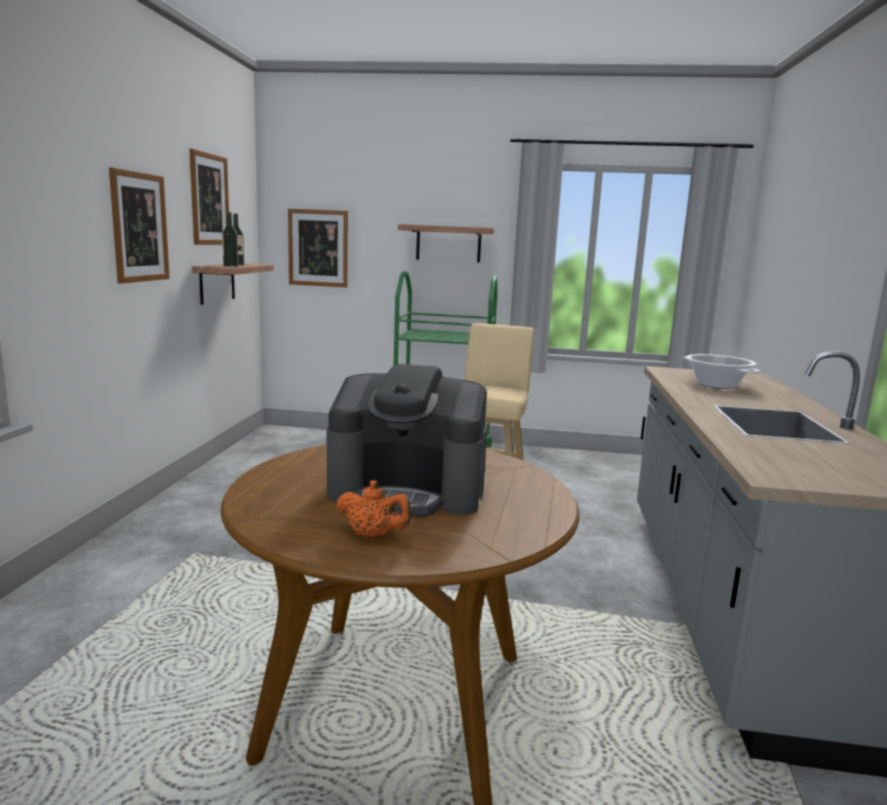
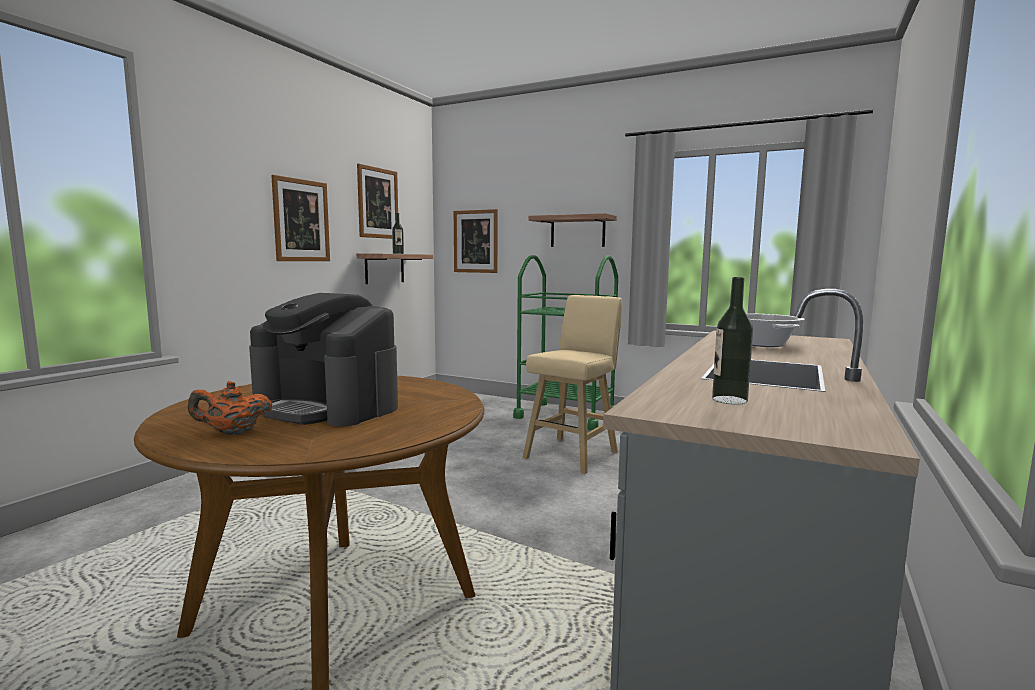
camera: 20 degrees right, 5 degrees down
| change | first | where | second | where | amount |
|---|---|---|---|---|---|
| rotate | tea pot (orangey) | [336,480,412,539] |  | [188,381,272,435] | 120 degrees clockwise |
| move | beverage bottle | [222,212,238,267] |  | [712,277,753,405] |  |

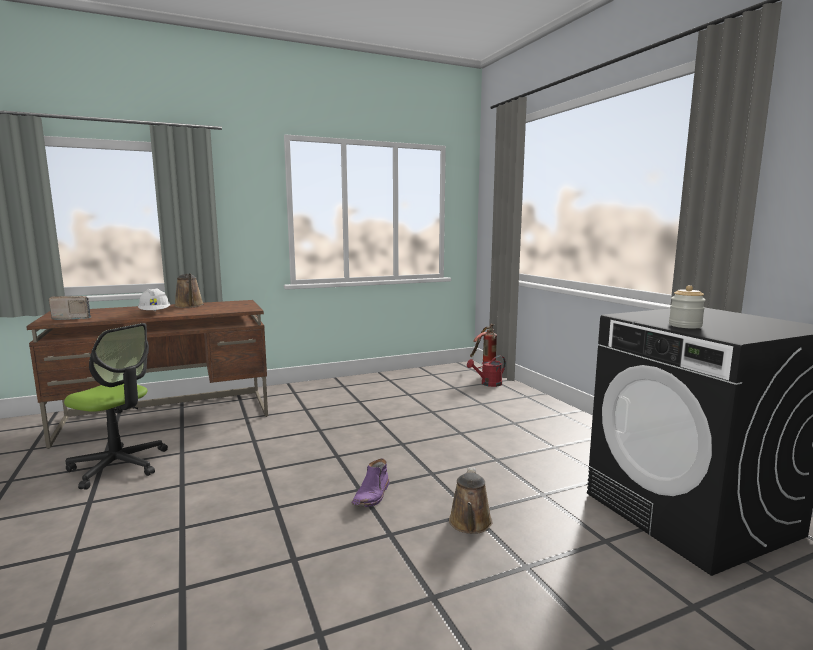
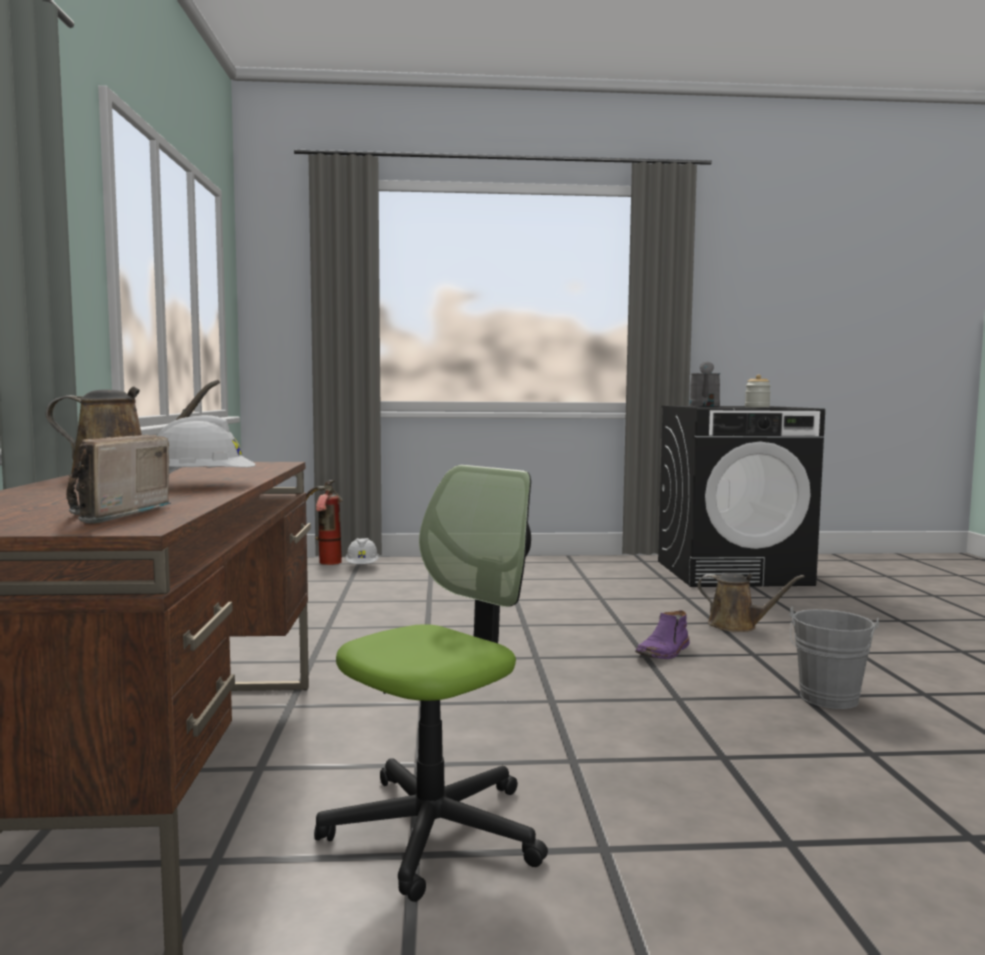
camera: 70 degrees left, 5 degrees down
| change | first | where | second | where | amount |
|---|---|---|---|---|---|
| replace | sprinkling can (reddish) | [467,356,506,387] | safety helmet (white) | [345,538,380,564] |  |
| rotate | boot (purple-coloured) | [352,458,389,507] |  | [635,610,690,659] | 90 degrees clockwise |
| insert |  |  | sprinkling can (gray) | [689,362,720,406] |  |
| insert |  |  | bucket (gray) | [790,606,879,709] |  |

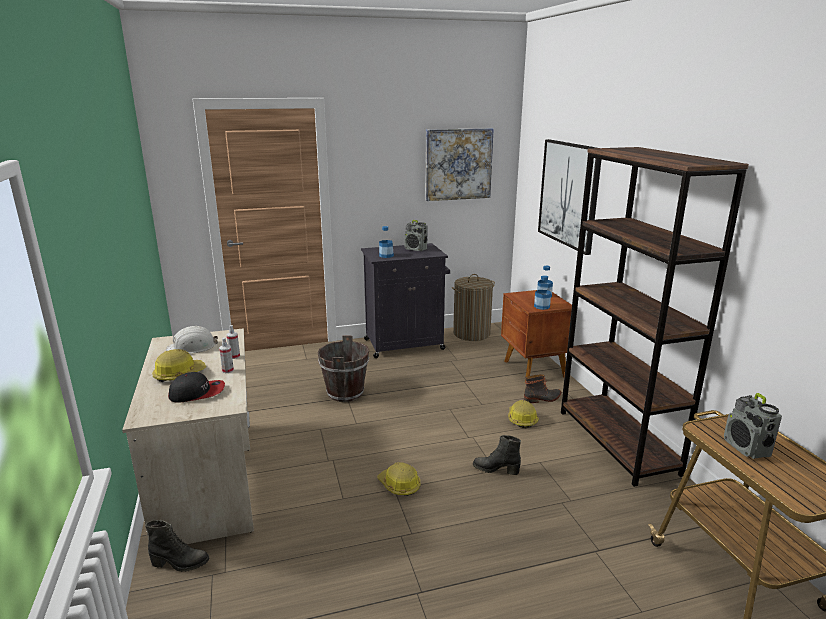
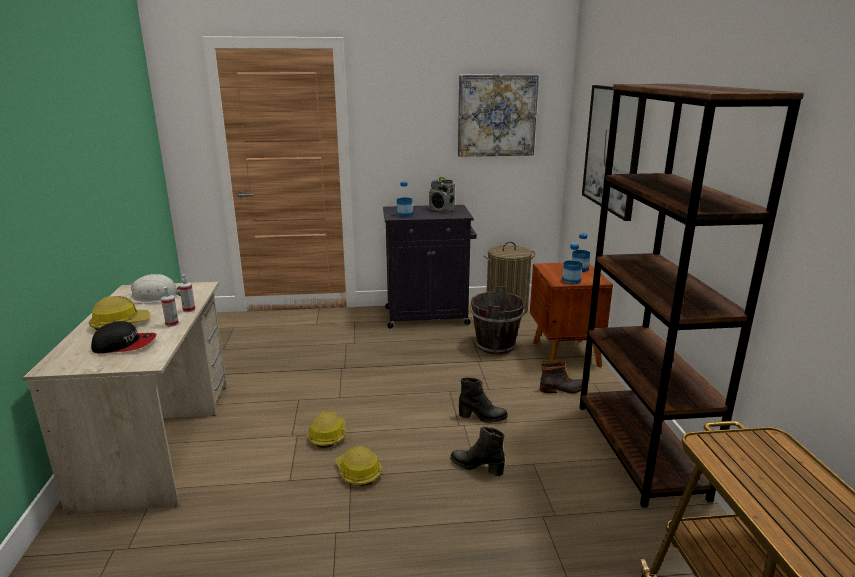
camera: 10 degrees right, 0 degrees up
| change | first | where | second | where | amount |
|---|---|---|---|---|---|
| move | safety helmet | [508,400,539,428] |  | [307,411,346,448] |  |
| move | boot (black) | [145,520,209,572] |  | [459,378,508,423] |  |
| move | bucket (brown) | [318,335,369,402] |  | [471,286,525,355] |  |
| delete | radio receiver | [724,393,782,459] |  |  |  |

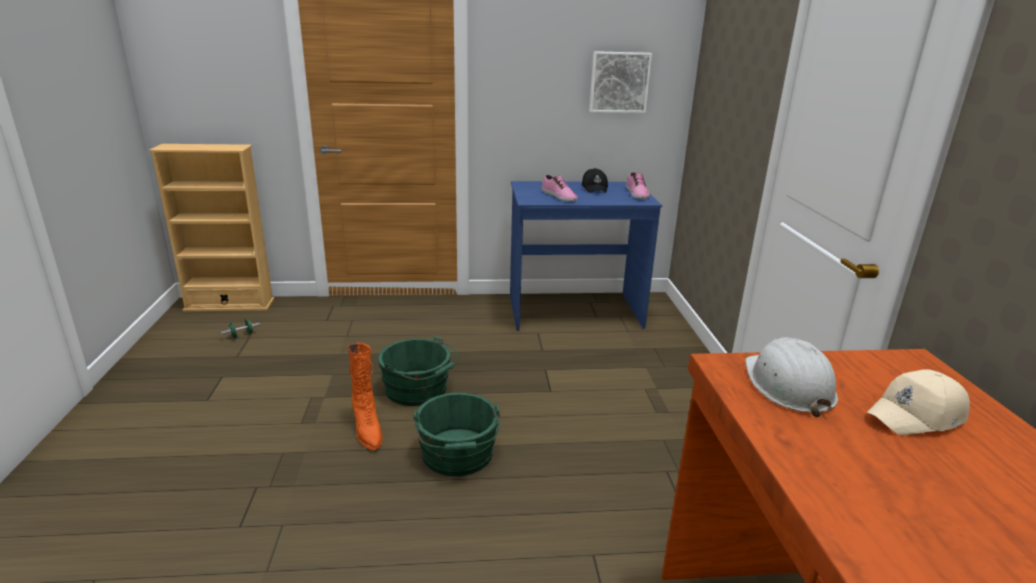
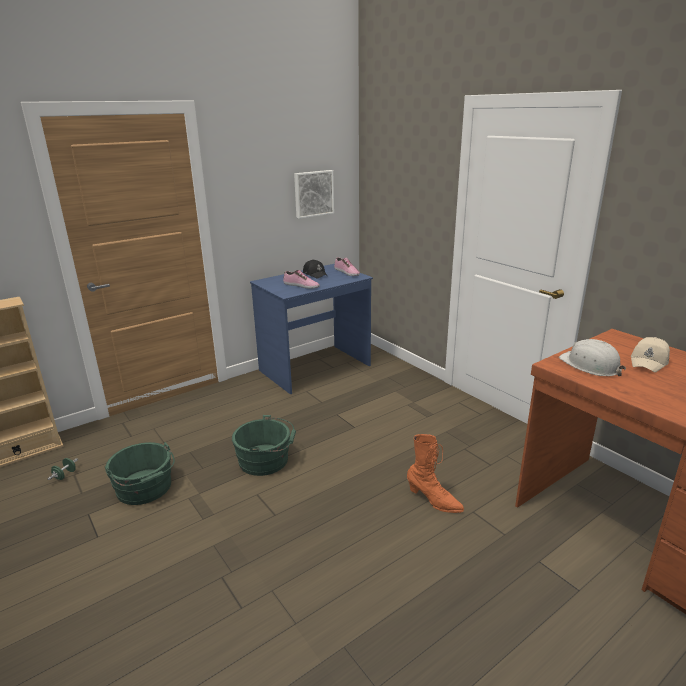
camera: 30 degrees left, 0 degrees up
| change | first | where | second | where | amount |
|---|---|---|---|---|---|
| move | bucket (greenish) | [413,393,500,476] |  | [104,442,175,505] |  |
| move | boot (orangey) | [348,343,383,450] |  | [407,434,464,513] |  |

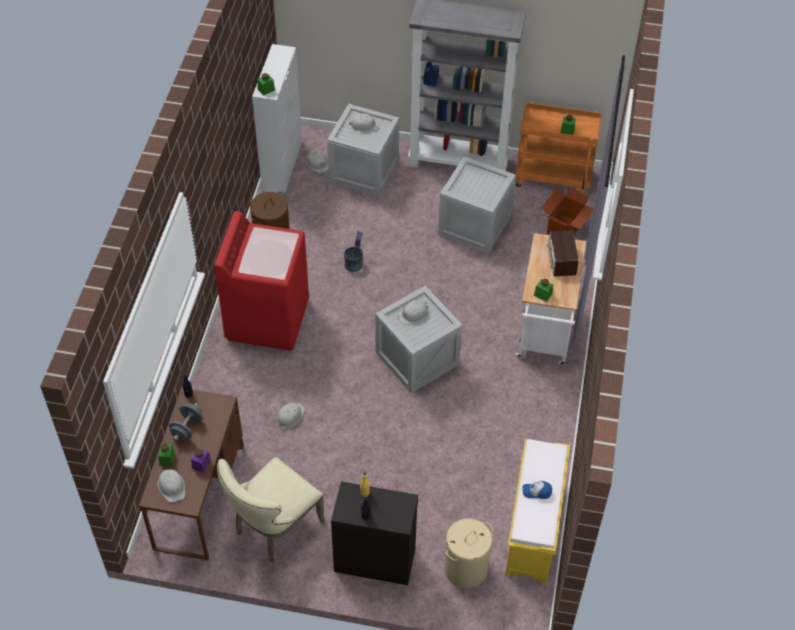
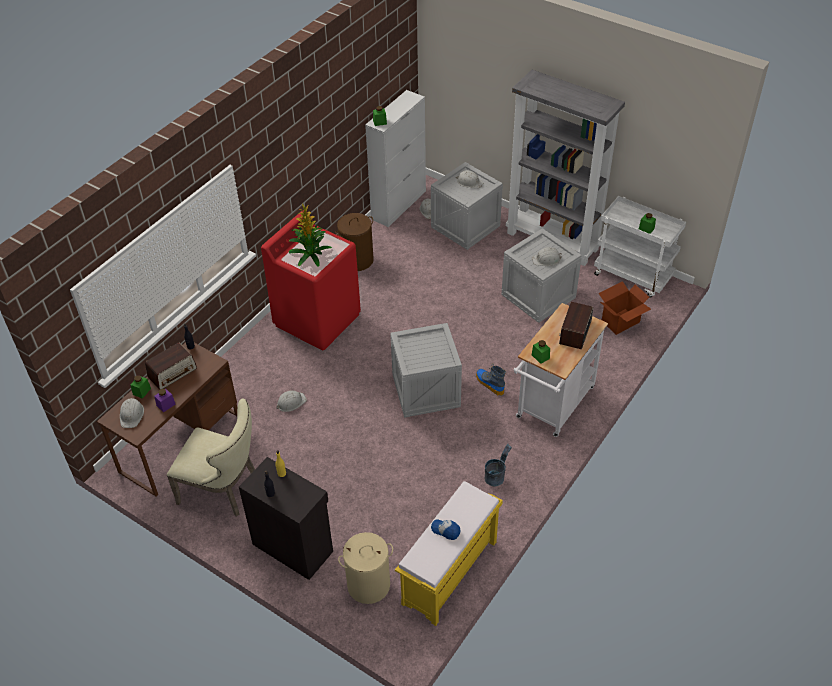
camera: 25 degrees right, 5 degrees down
| change | first | where | second | where | amount |
|---|---|---|---|---|---|
| replace | free weight (gray) | [169,403,203,441] | radio receiver | [145,343,197,390] |  |
| rotate | plain chair (beige-coloured) | [217,457,325,563] |  | [167,399,255,517] | 135 degrees counterclockwise |
| insert |  |  | plant in a pot | [289,204,332,267] |  |
| insert |  |  | boot | [476,363,506,396] |  |
| move | bucket (gray) | [344,230,363,272] |  | [485,444,512,486] |  |
| move | safety helmet (white) | [397,300,428,325] |  | [532,247,562,266] |  |
| recolor | wheeled cart (orangey) | [515,102,602,194] | wheeled cart (white) | [594,196,686,298] |  |

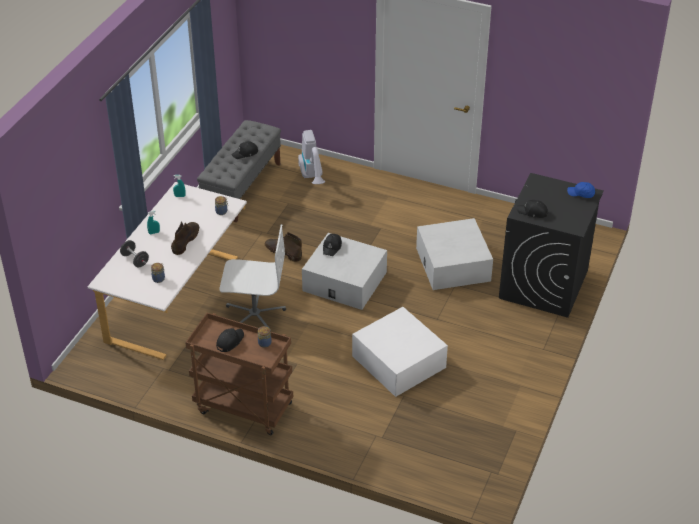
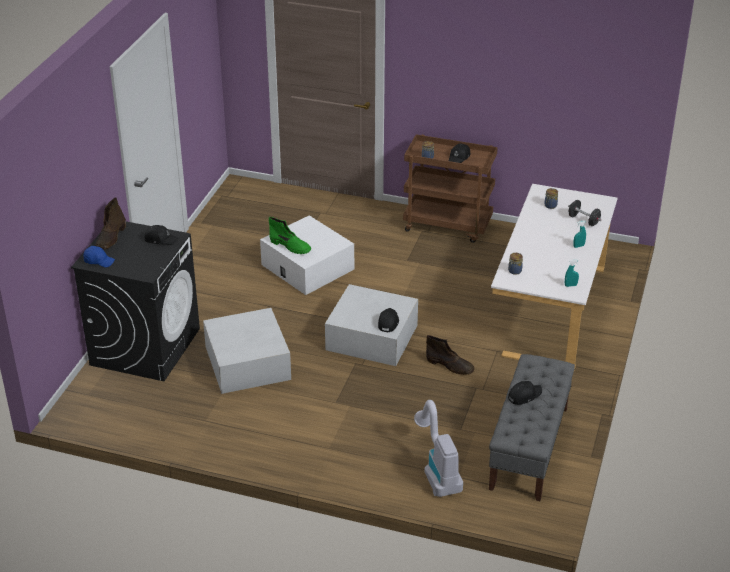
camera: 175 degrees right, 5 degrees down
| change | first | where | second | where | amount |
|---|---|---|---|---|---|
| move | boot (brown) | [171,221,199,255] |  | [95,197,126,250] |  |
| insert |  |  | boot (greenish) | [269,217,311,254] |  |
| delete | desk chair (white) | [219,224,286,331] |  |  |  |

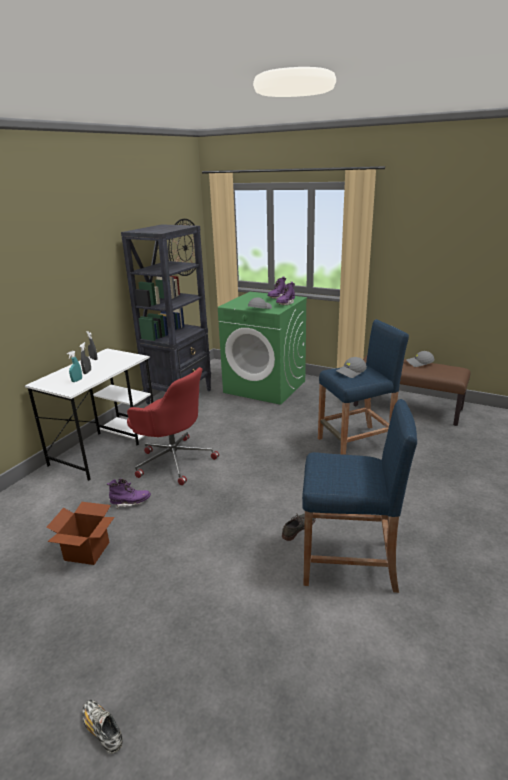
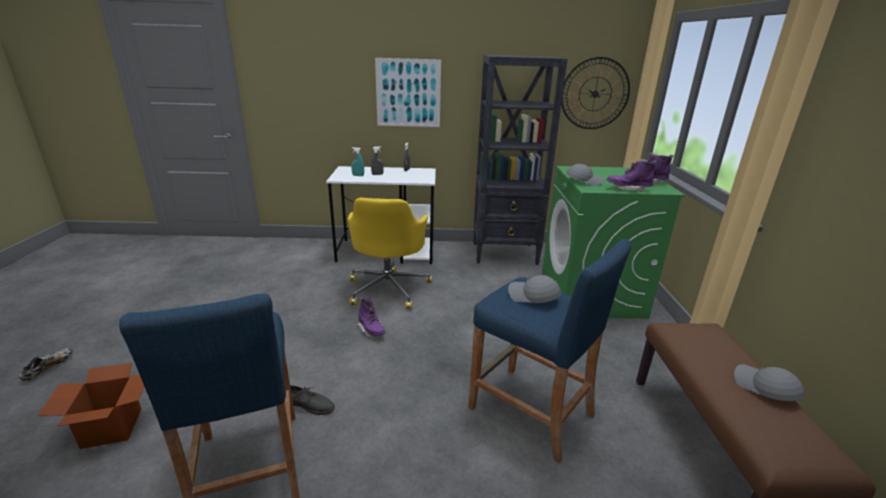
camera: 60 degrees right, 0 degrees up
| change | first | where | second | where | amount |
|---|---|---|---|---|---|
| move | carton | [46,502,115,565] |  | [38,363,144,449] |  |
| recolor | desk chair (reddish) | [127,367,219,485] | desk chair (yellowish) | [348,198,432,309] |  |
| move | boot (purple-coloured) | [107,478,151,509] |  | [357,297,386,336] |  |
| insert |  |  | wall art | [375,58,441,127] |  |

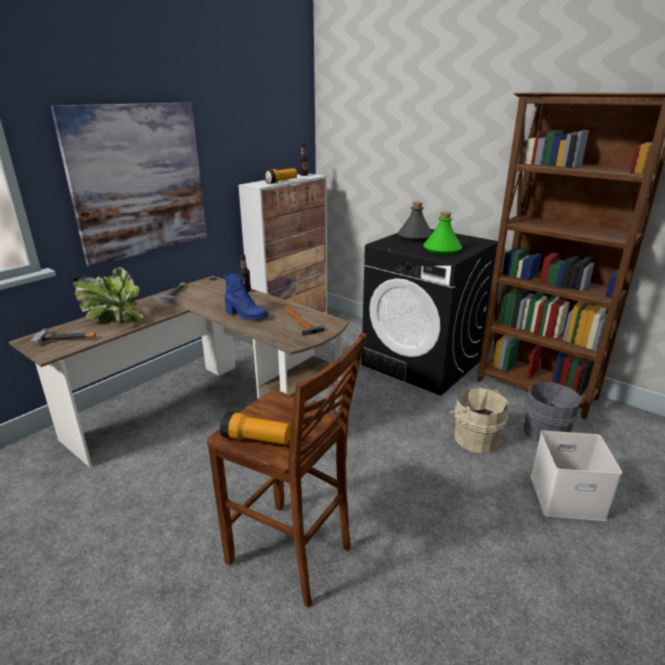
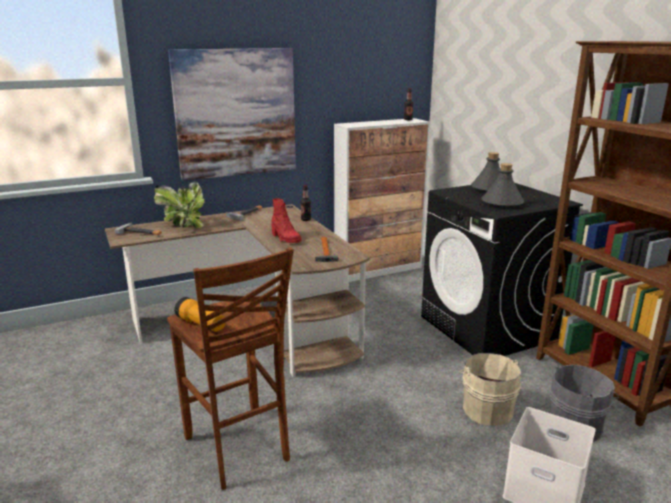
camera: 25 degrees right, 5 degrees down
| change | first | where | second | where | amount |
|---|---|---|---|---|---|
| recolor | boot (blue) | [224,273,268,321] | boot (reddish) | [271,198,302,243] |  |
| recolor | beverage bottle (greenish) | [423,211,462,255] | beverage bottle (gray) | [482,163,524,209] |  |
| delete | hand torch | [264,168,297,184] |  |  |  |

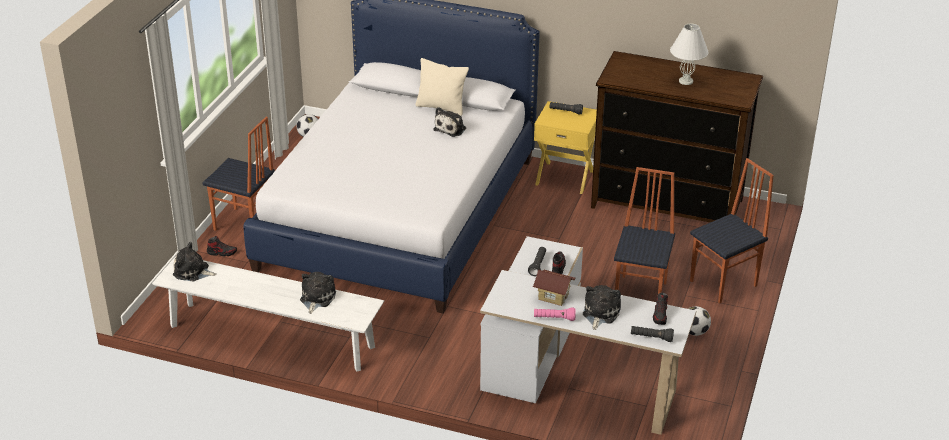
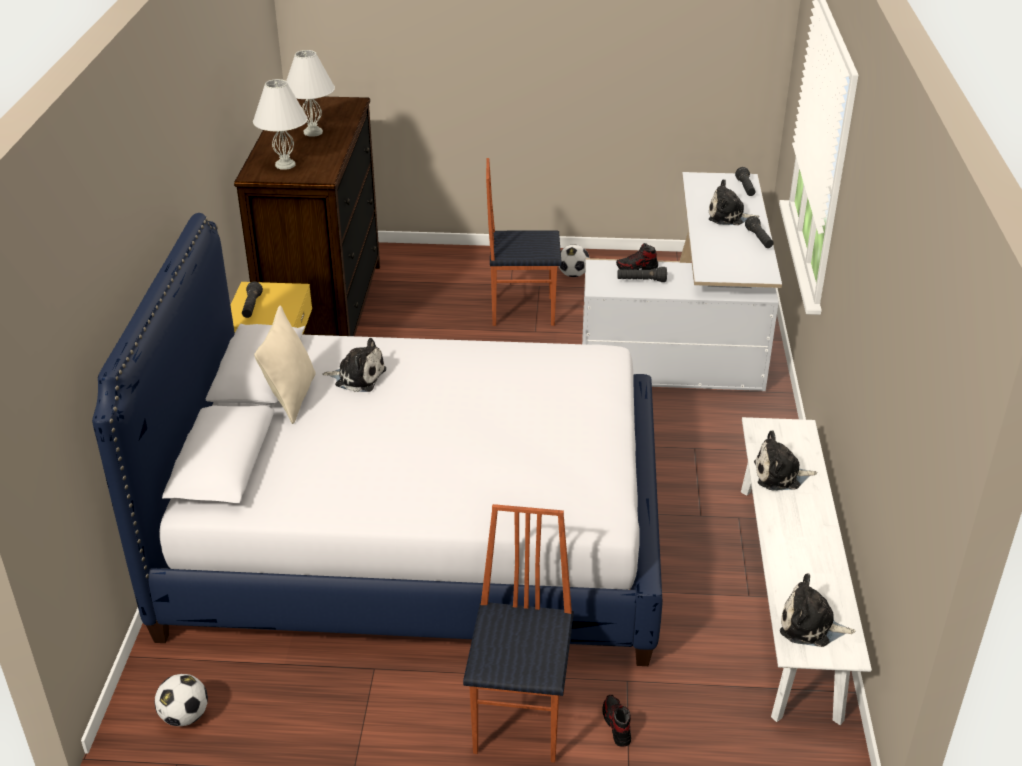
camera: 105 degrees left, 0 degrees up
| change | first | where | second | where | amount |
|---|---|---|---|---|---|
| insert |  |  | lamp for a table (white) | [253,79,308,170] |  |
| recolor | hand torch (pink) | [534,308,576,321] | hand torch (black) | [745,216,774,248] |  |
| rotate | plush toy | [173,242,217,281] |  | [780,573,856,647] | 105 degrees clockwise |
| delete | toy house | [533,270,576,306] |  |  |  |
| delete | shoe | [653,292,668,325] |  |  |  |
| delete | plain chair | [690,158,774,304] |  |  |  |

